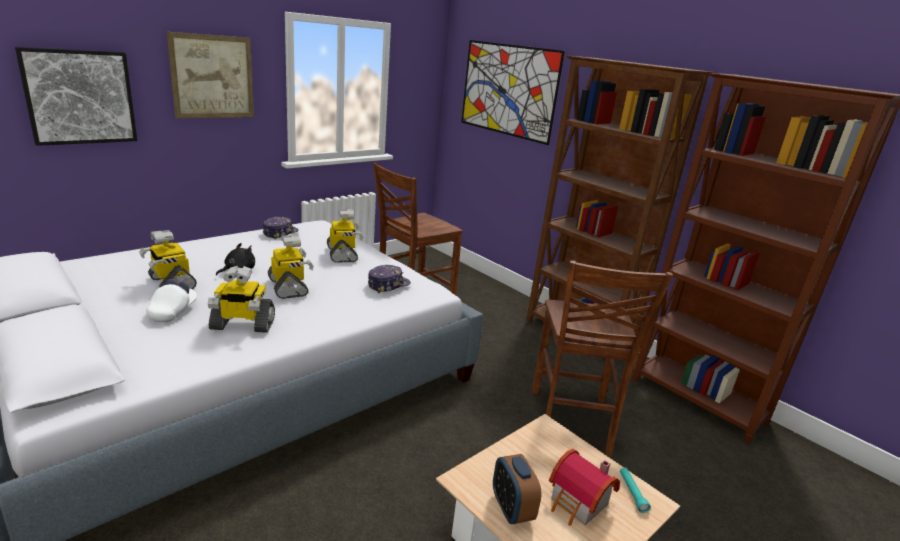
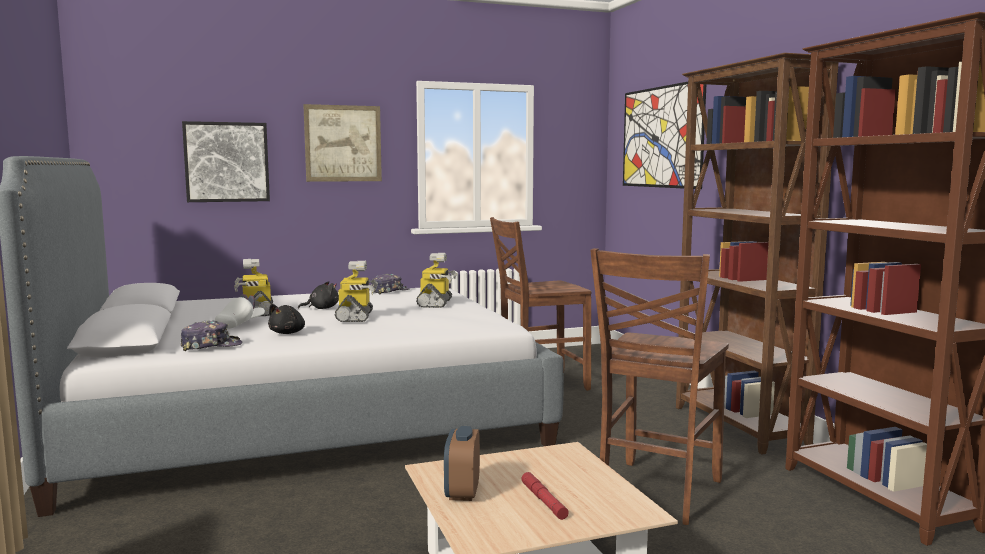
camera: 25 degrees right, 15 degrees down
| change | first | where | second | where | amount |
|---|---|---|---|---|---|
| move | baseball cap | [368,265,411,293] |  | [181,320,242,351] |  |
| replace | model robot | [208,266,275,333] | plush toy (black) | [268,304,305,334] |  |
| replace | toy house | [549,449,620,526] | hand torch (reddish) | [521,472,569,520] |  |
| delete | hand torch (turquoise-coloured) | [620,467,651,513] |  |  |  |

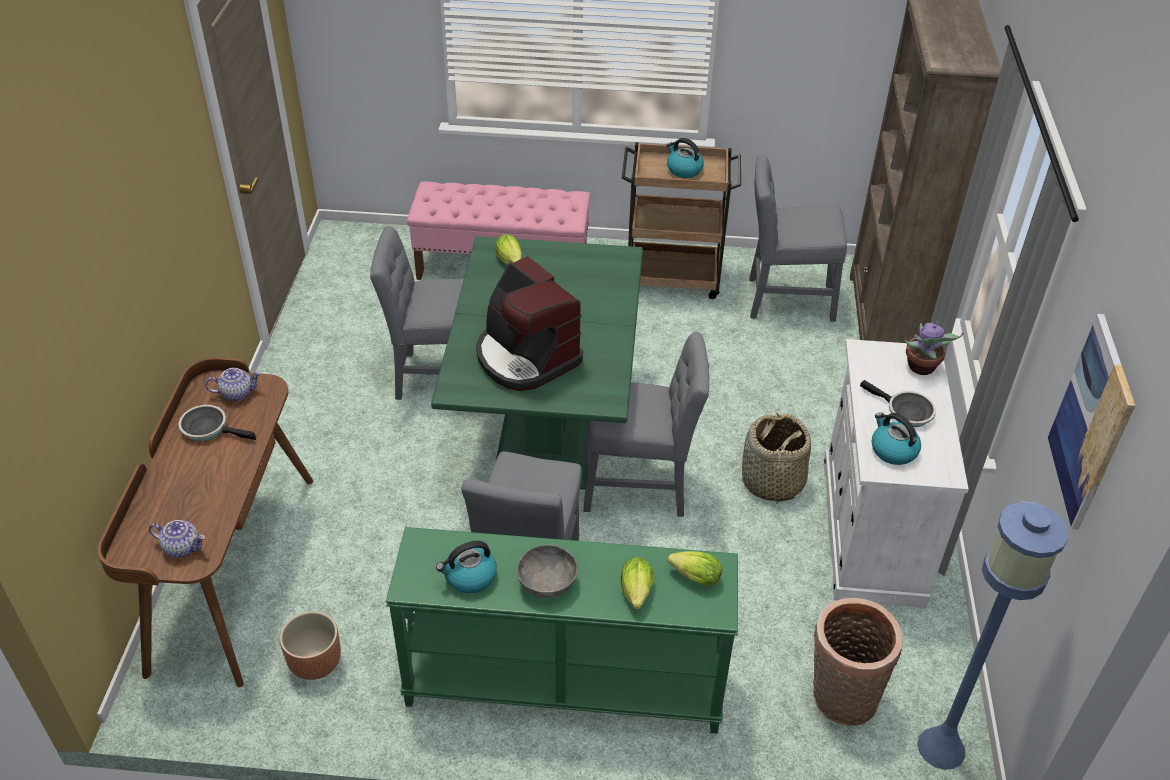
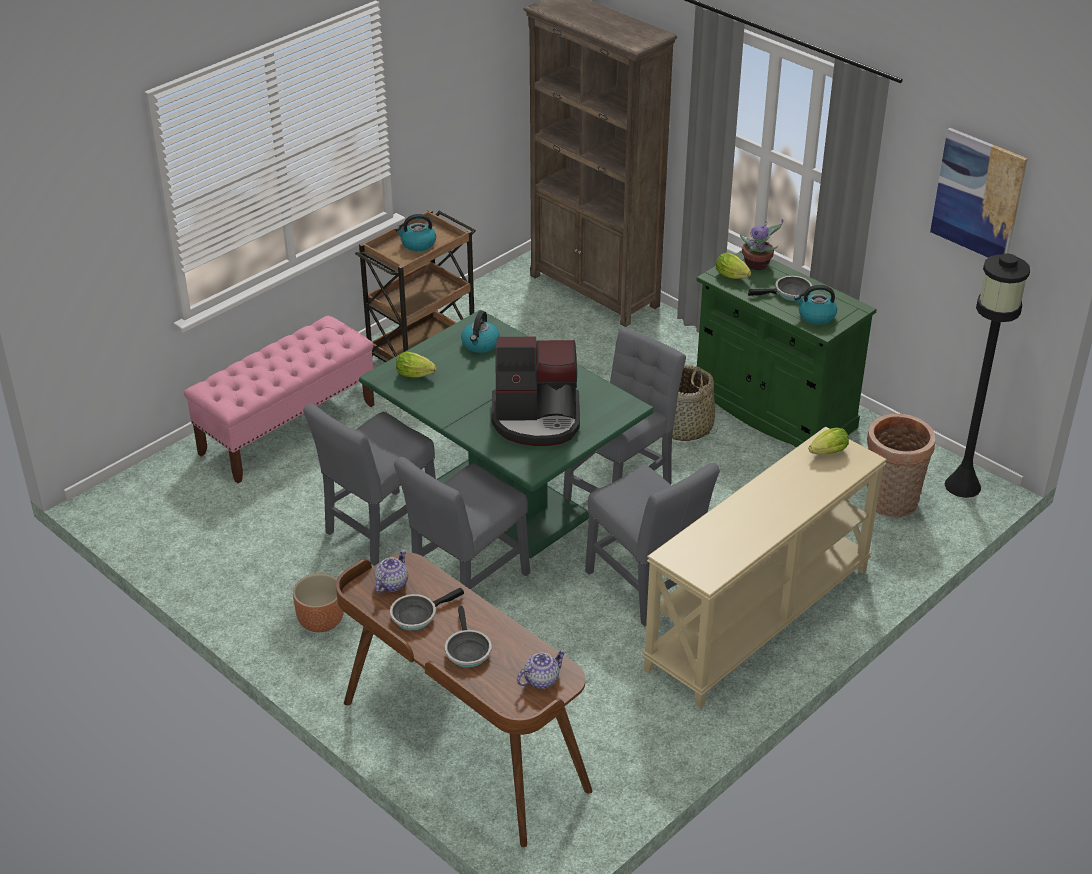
camera: 50 degrees left, 5 degrees down
| change | first | where | second | where | amount |
|---|---|---|---|---|---|
| move | planter (brown) | [280,611,341,680] |  | [293,573,344,632] |  |
| move | plain chair (gray) | [749,155,847,322] |  | [394,457,530,589] |  |
| insert |  |  | skillet | [445,606,492,668] |  |
| move | kettle | [436,541,497,593] |  | [461,311,500,353] |  |
| recolor | hall table (greenish) | [386,527,738,734] | hall table (beige-coloured) | [642,426,887,708] |  |
| recolor | storage cabinet (white) | [824,339,969,608] | storage cabinet (greenish) | [696,250,877,448] |  |
| move | head of lettuce | [621,557,654,609] |  | [716,252,751,279] |  |
| recolor | standing lamp (blue) | [917,501,1069,770] | standing lamp (black) | [945,253,1030,498] |  |
| delete | deep dish (gray) | [517,544,578,598] |  |  |  |

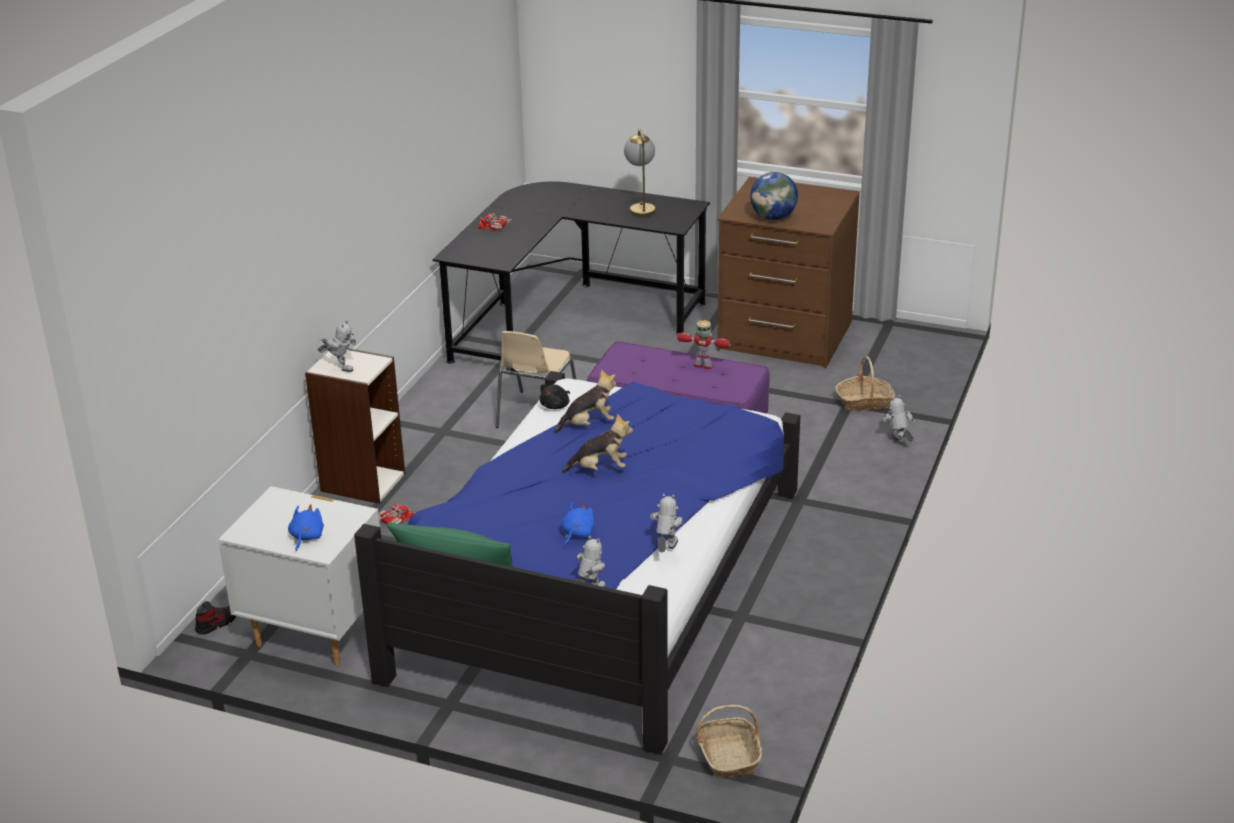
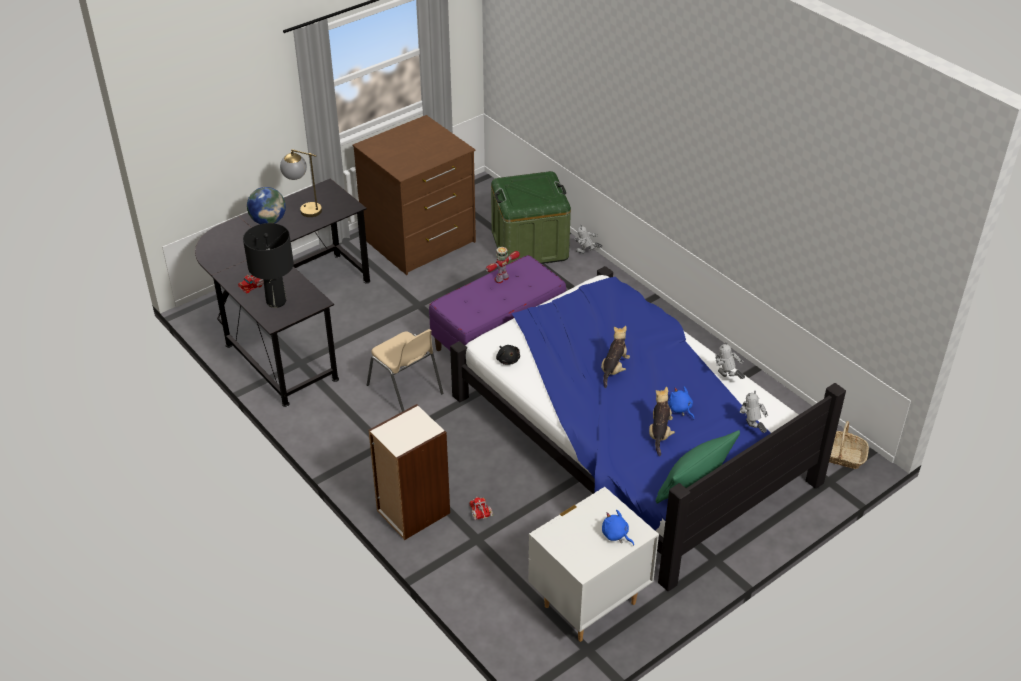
camera: 60 degrees left, 10 degrees up
| change | first | where | second | where | amount |
|---|---|---|---|---|---|
| insert |  |  | lamp for a table (black) | [243,223,294,308] |  |
| move | globe | [750,172,798,220] |  | [247,187,286,224] |  |
| replace | storage basket | [835,356,895,411] | storage container (greenish) | [491,171,571,264] |  |
| move | plush toy | [554,369,616,434] |  | [649,387,675,456] |  |
| delete | shoe | [195,601,236,635] |  |  |  |
| delete | model robot | [318,320,357,372] |  |  |  |

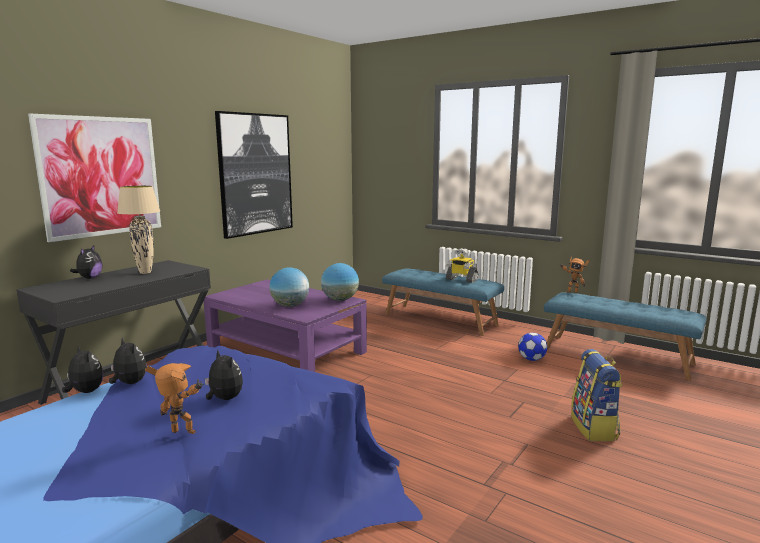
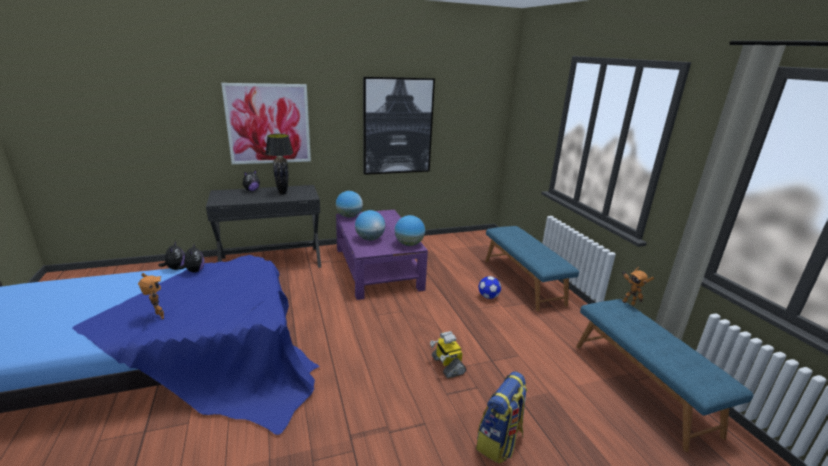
camera: 35 degrees right, 10 degrees up
| change | first | where | second | where | amount |
|---|---|---|---|---|---|
| recolor | lamp for a table (beige-coloured) | [117,186,160,274] | lamp for a table (black) | [265,134,293,195] |  |
| insert |  |  | globe | [336,191,363,218] |  |
| move | model robot | [445,248,478,283] |  | [430,331,466,378] |  |
| move | football | [518,333,547,361] |  | [479,276,501,299] |  |
| delete | plush toy | [205,350,243,400] |  |  |  |

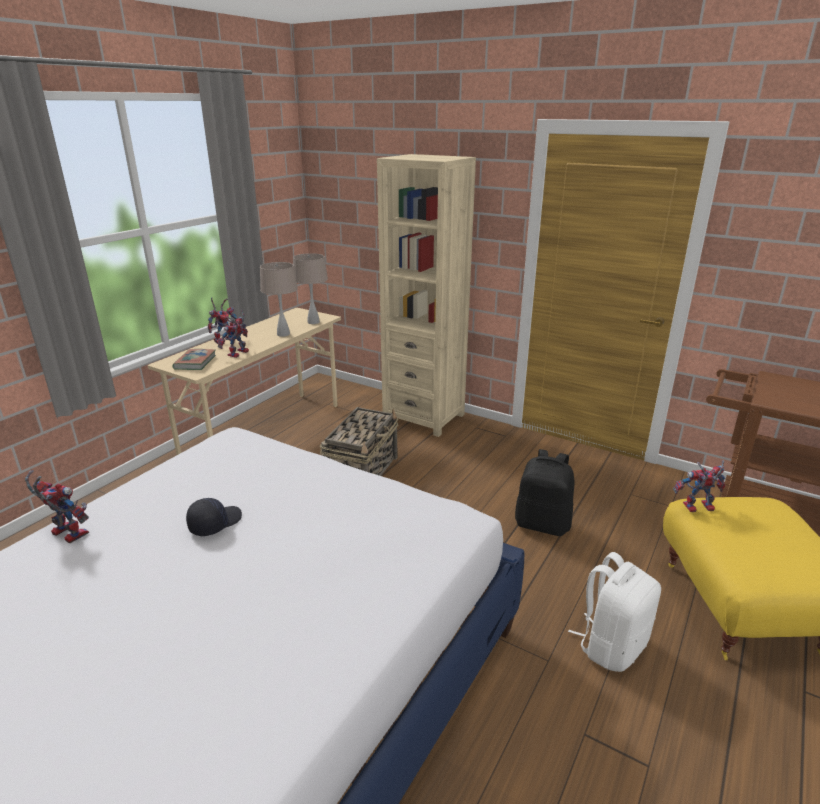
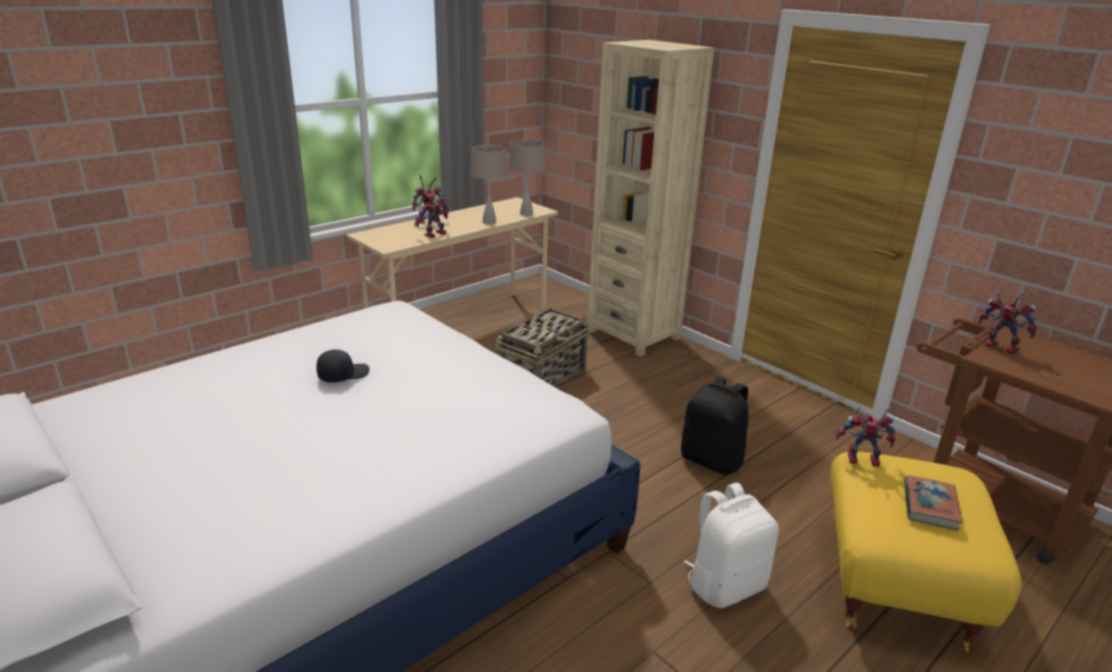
camera: 15 degrees right, 0 degrees up
| change | first | where | second | where | amount |
|---|---|---|---|---|---|
| move | bound book | [172,349,216,370] |  | [904,475,963,530] |  |
| move | model robot | [25,470,89,543] |  | [979,287,1037,355] |  |

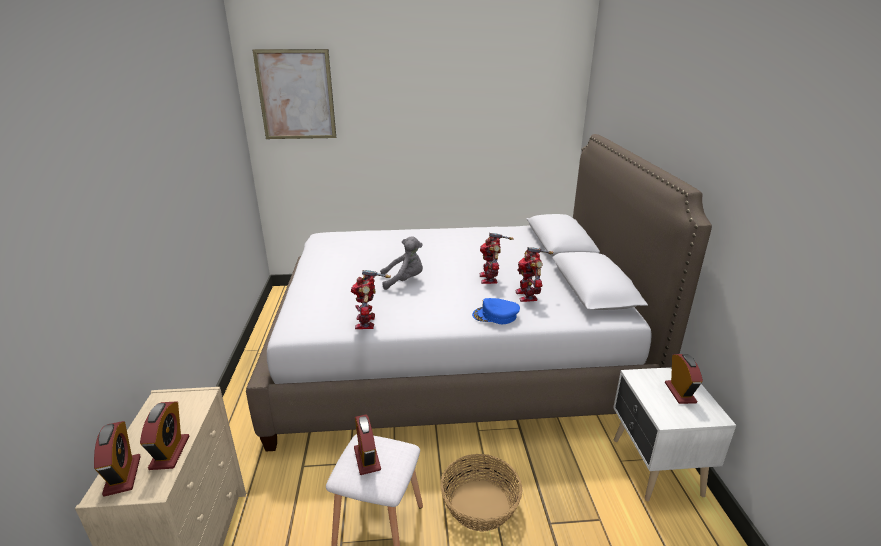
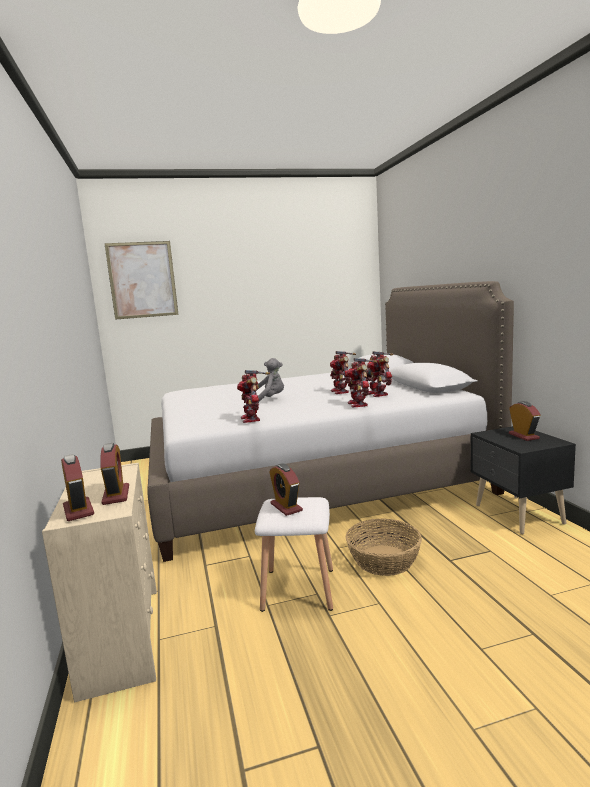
camera: 10 degrees left, 15 degrees down
| change | first | where | second | where | amount |
|---|---|---|---|---|---|
| replace | baseball cap (blue) | [472,298,520,324] | model robot | [347,358,377,407] |  |
| recolor | bedside table (white) | [613,367,736,501] | bedside table (black) | [471,426,576,534] |  |

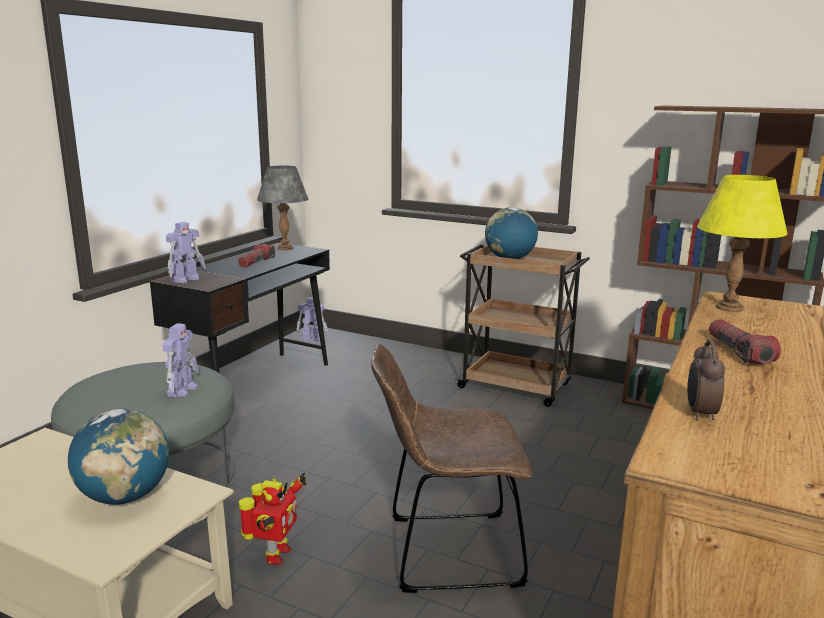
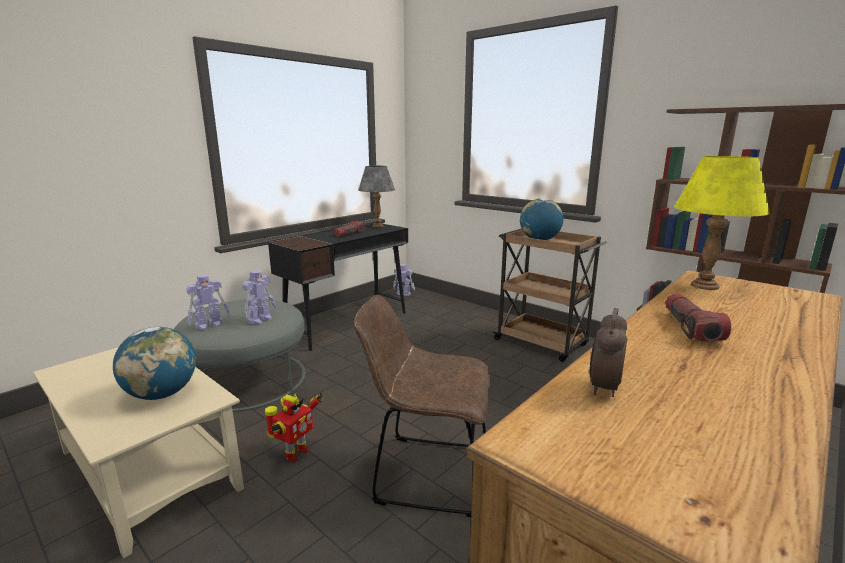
camera: 15 degrees right, 0 degrees up
| change | first | where | second | where | amount |
|---|---|---|---|---|---|
| move | model robot | [166,222,206,283] |  | [186,275,230,330] |  |

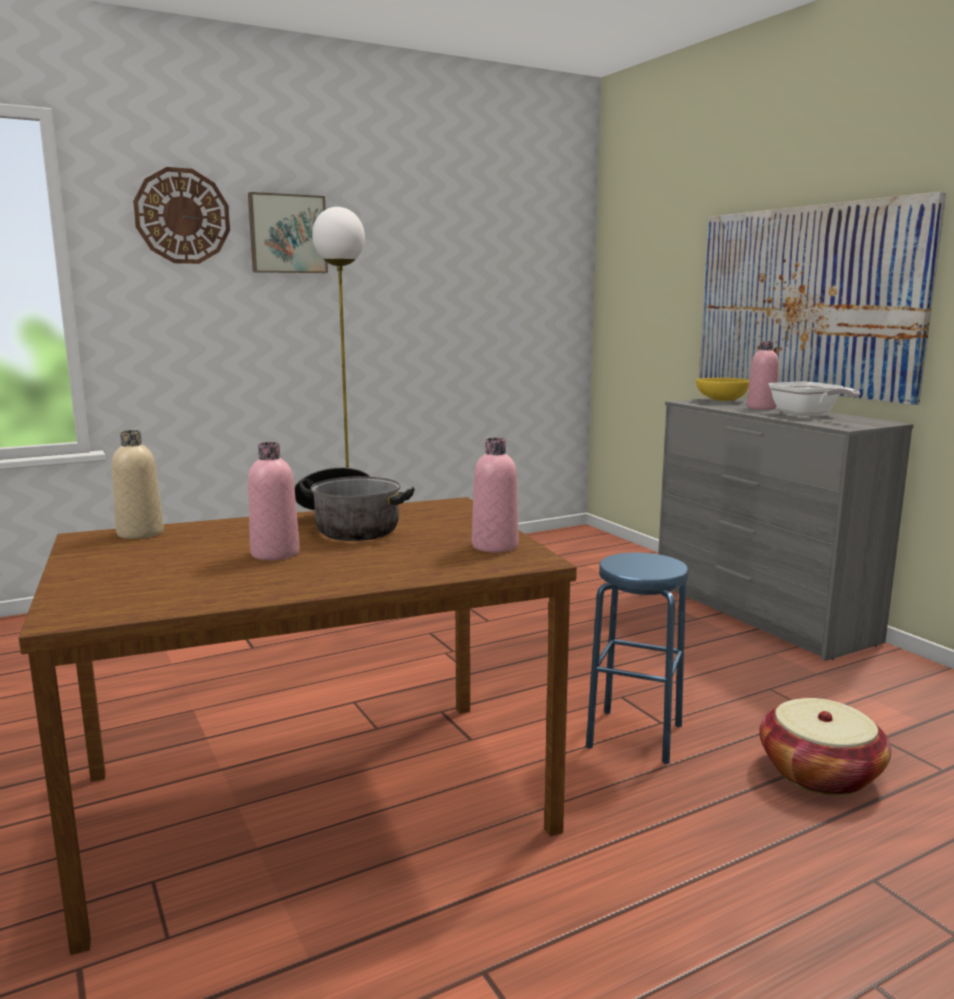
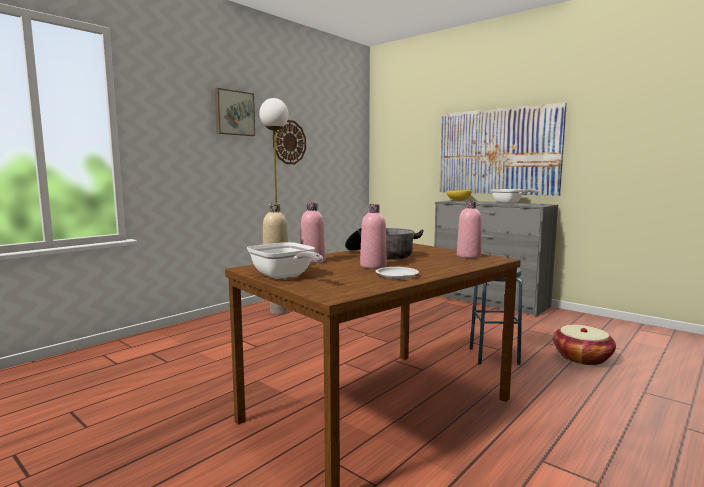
camera: 20 degrees left, 5 degrees down
| change | first | where | second | where | amount |
|---|---|---|---|---|---|
| insert |  |  | skillet | [247,242,323,279] |  |
| move | clock on the wall | [133,167,230,264] |  | [273,120,306,164] |  |
| move | beverage bottle (pink) | [747,341,779,410] |  | [300,203,325,263] |  |
| insert |  |  | plate (white) | [376,267,419,279] |  |

